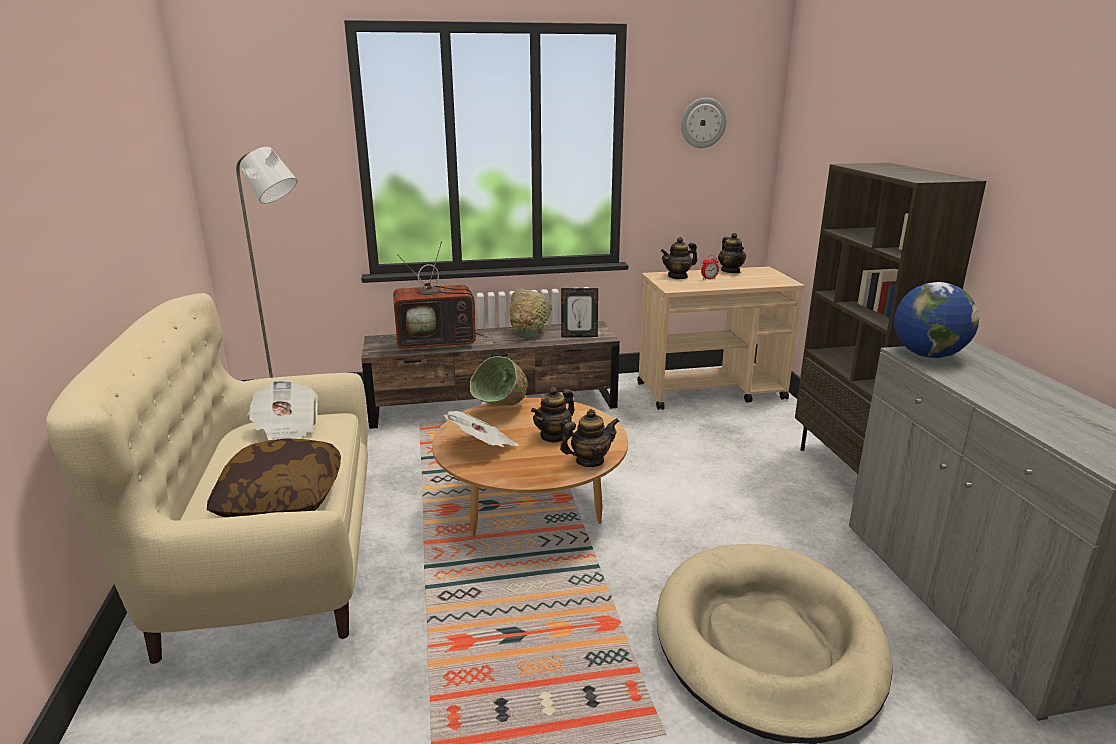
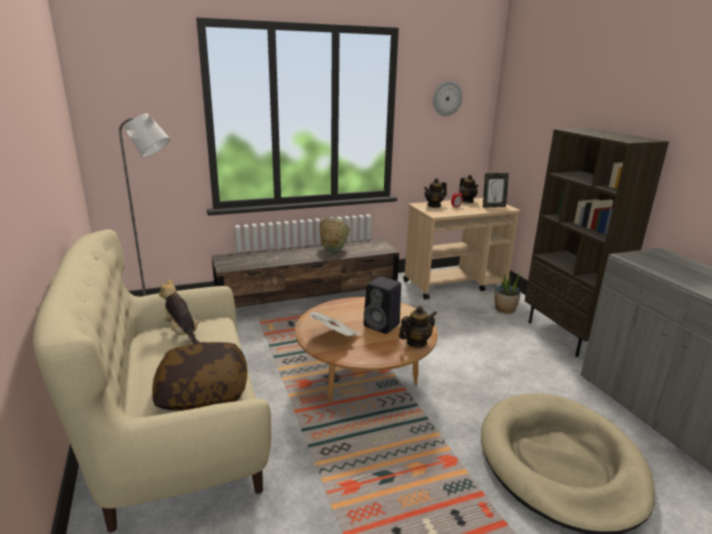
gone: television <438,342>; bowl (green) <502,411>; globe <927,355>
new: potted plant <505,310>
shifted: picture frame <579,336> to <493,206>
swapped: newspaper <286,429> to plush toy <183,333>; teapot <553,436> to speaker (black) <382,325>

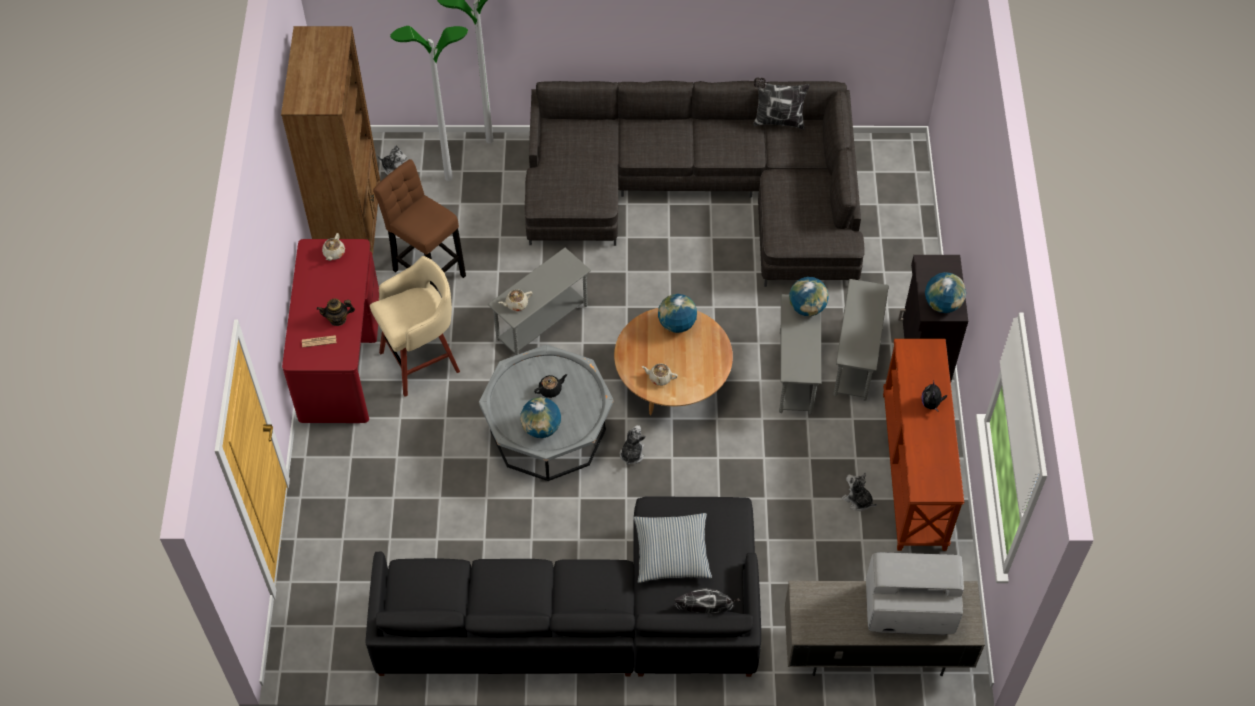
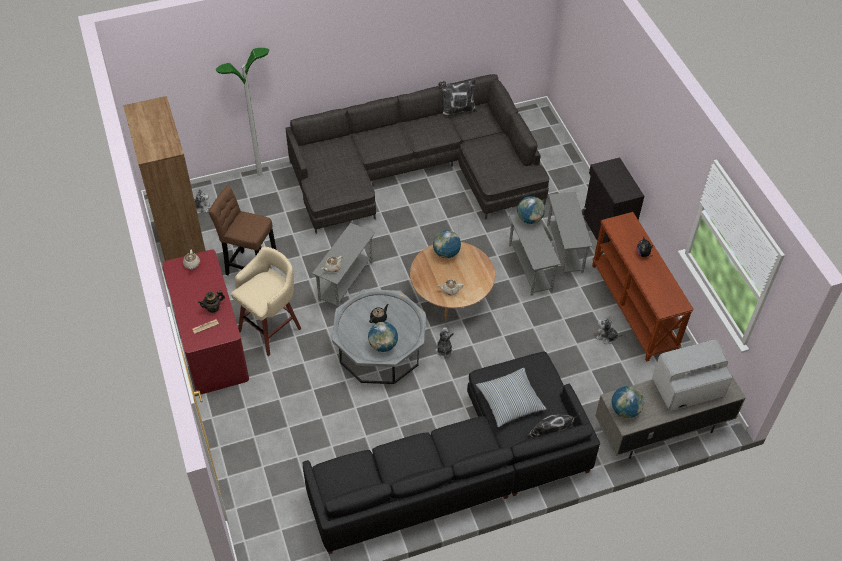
gone: floor lamp <448,178>
shifted: globe <942,304> to <625,410>

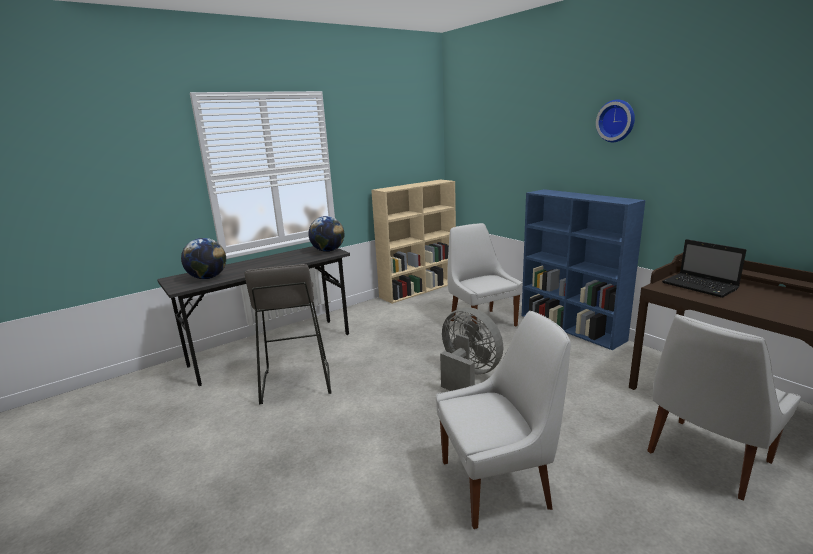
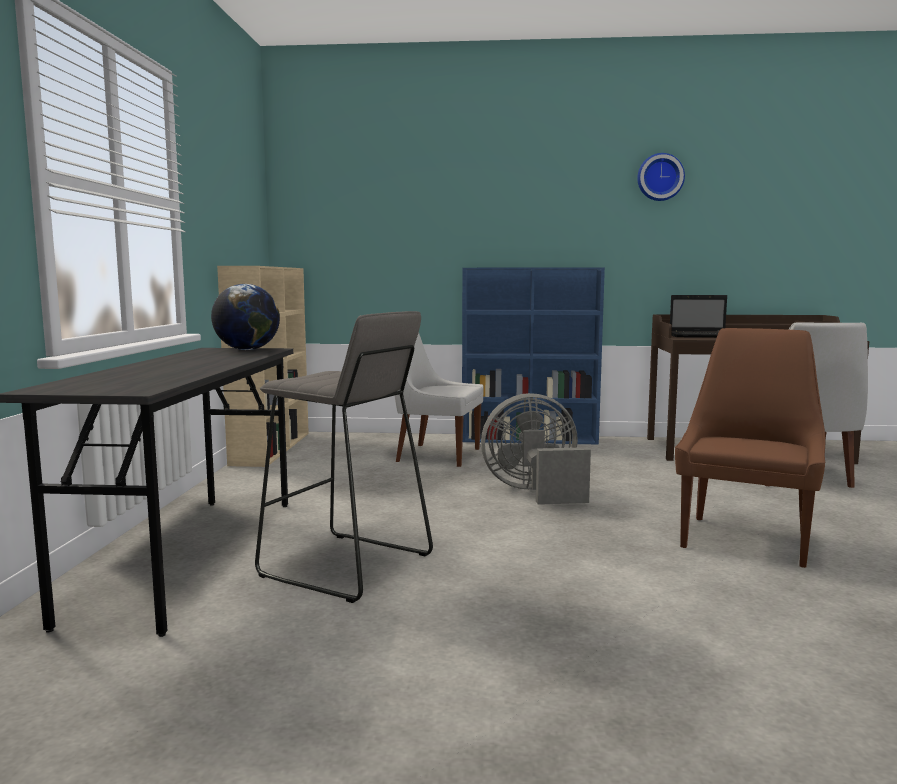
gone: globe <208,278>
shifted: wall clock <616,121> to <660,177>
repainted: chair (white) <498,483> to chair (brown) <746,539>

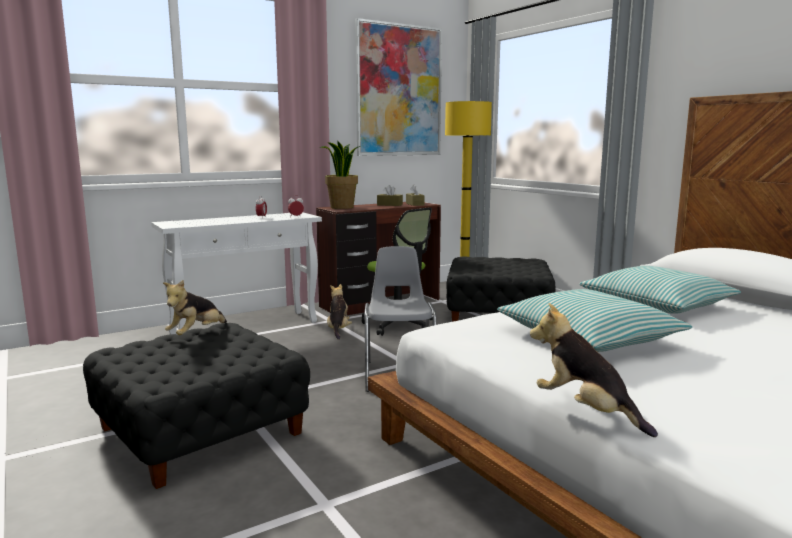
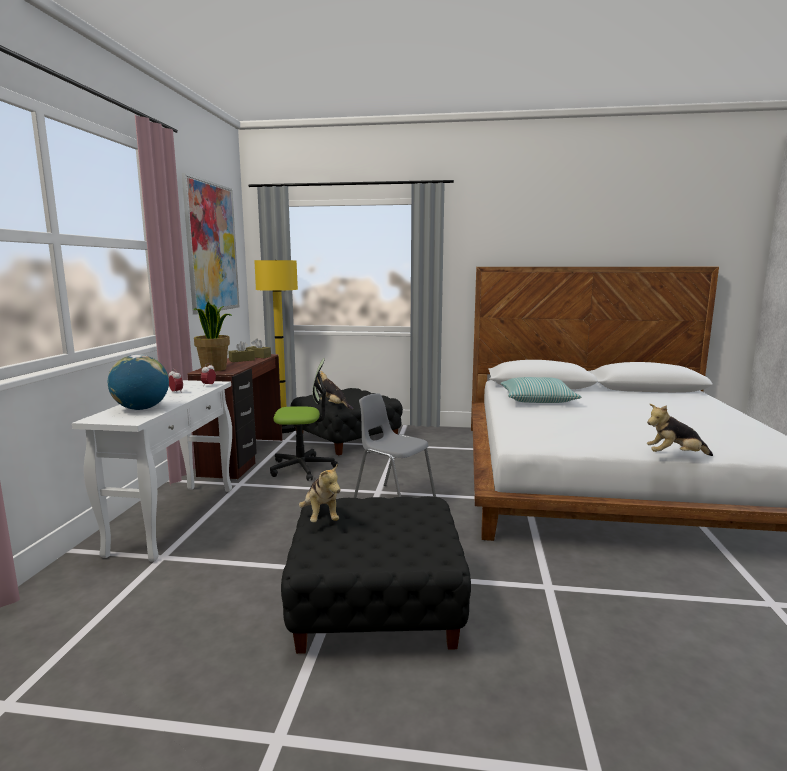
gone: pillow <588,338>
new: globe <141,409>
shifted: plush toy <338,330> to <333,406>

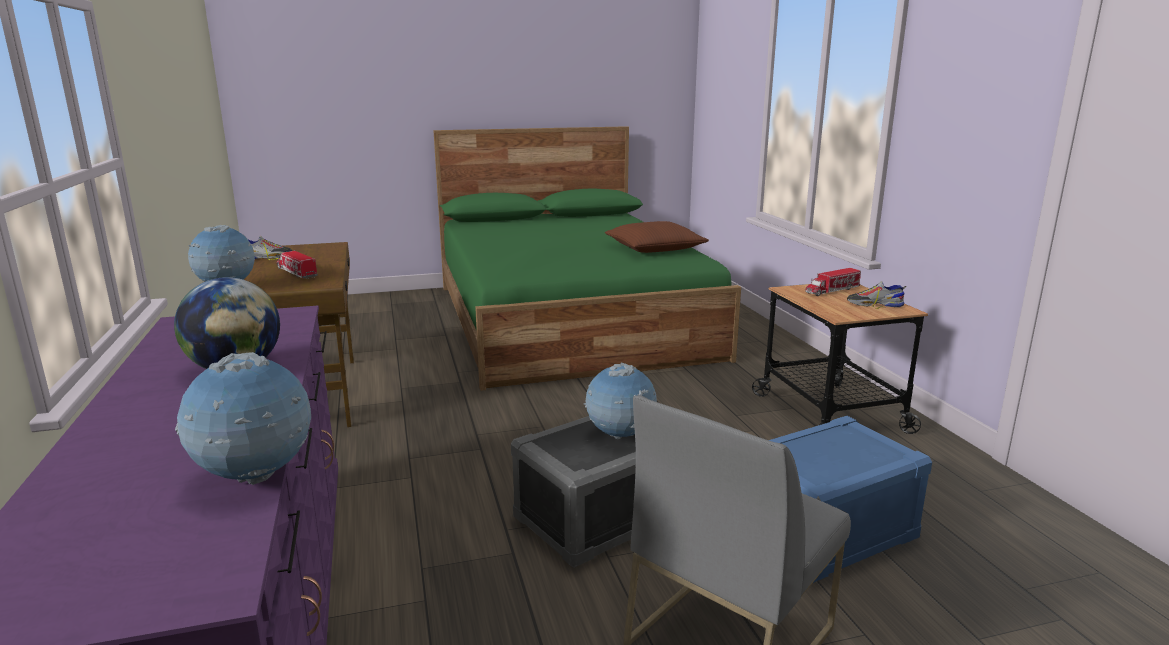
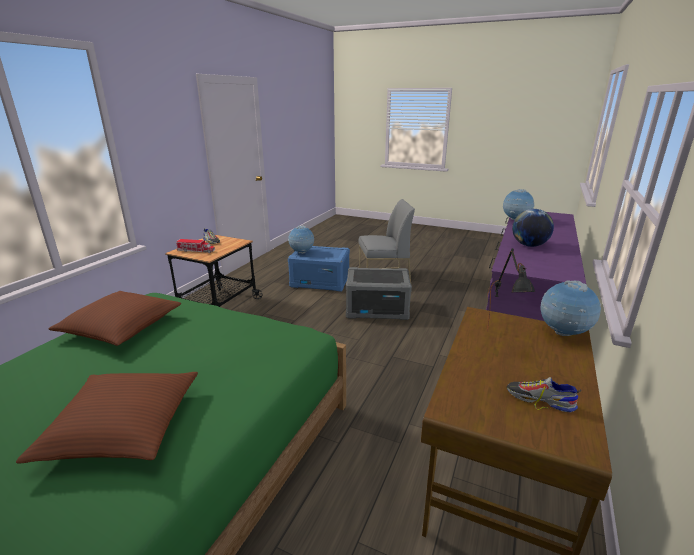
new: pillow (brown) <123,426>
shifted: globe <620,436> to <301,252>
swapped: toy truck <296,272> to table lamp (black) <502,342>

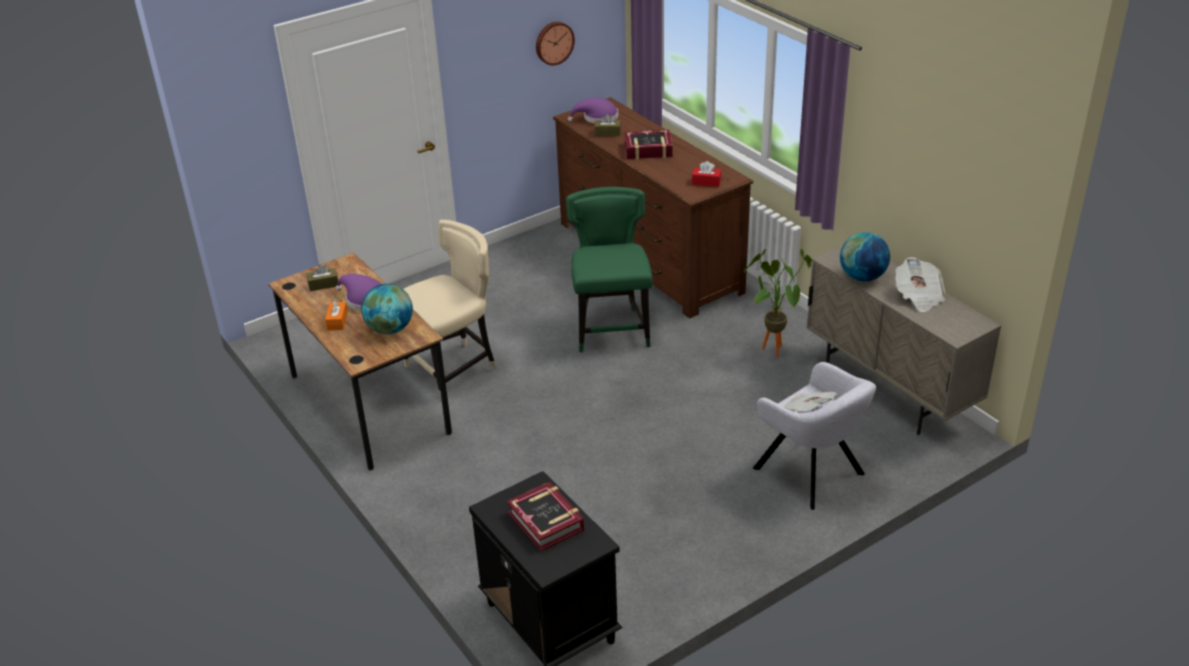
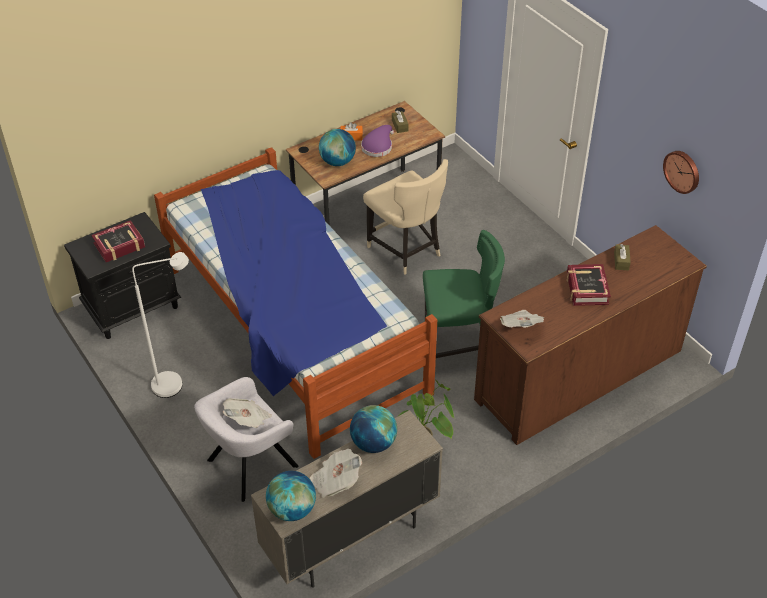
gone: hat (purple) <597,118>
new: floor lamp (white) <175,384>; bed <293,330>; globe <292,509>
swapped: tissue box (red) <706,182> to newspaper <520,327>

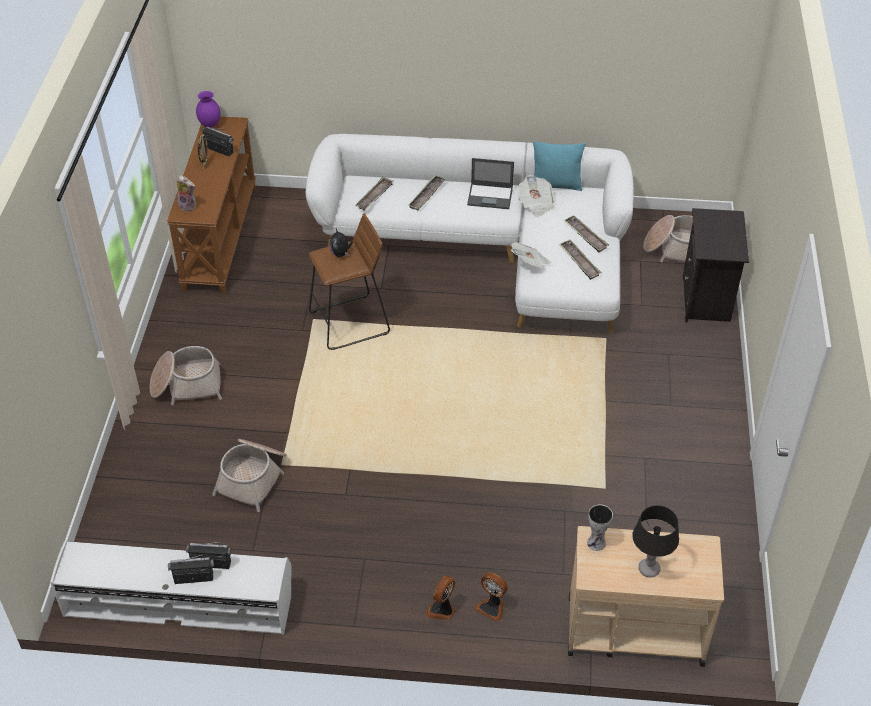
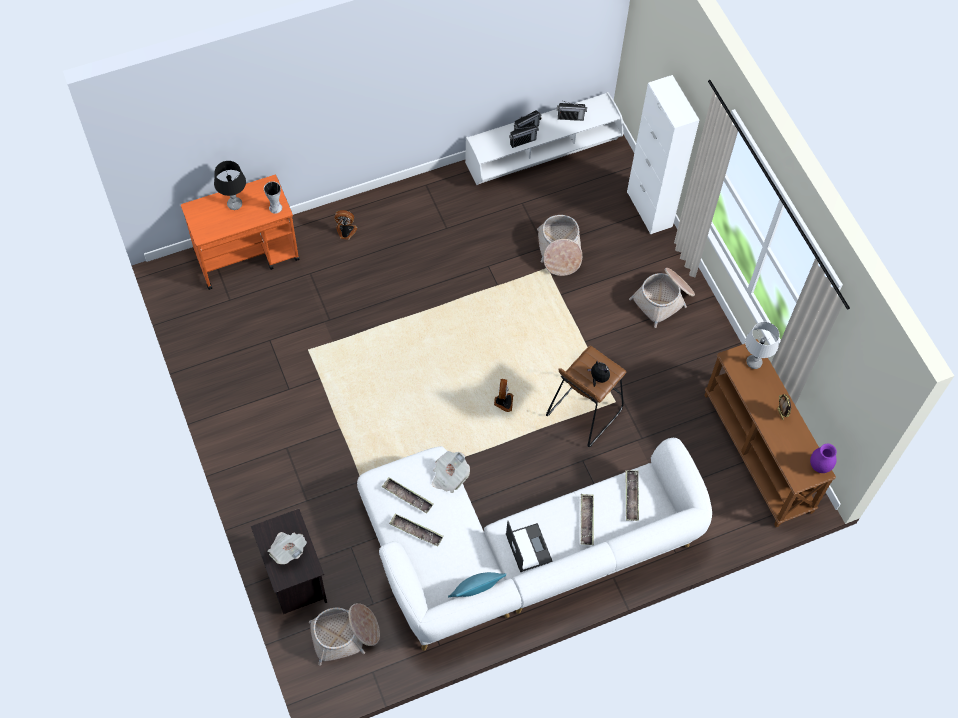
new: cabinet (white) <649,209>
shifted: radio <219,150> to <570,117>; fan <442,610> to <503,402>; newspaper <535,204> to <287,550>
swapped: plush toy <188,205> to table lamp (grey) <754,362>
repainted: cart (beige) <634,630> to cart (orange) <247,255>
rotated: laptop <490,196> = <528,547> 90 degrees clockwise

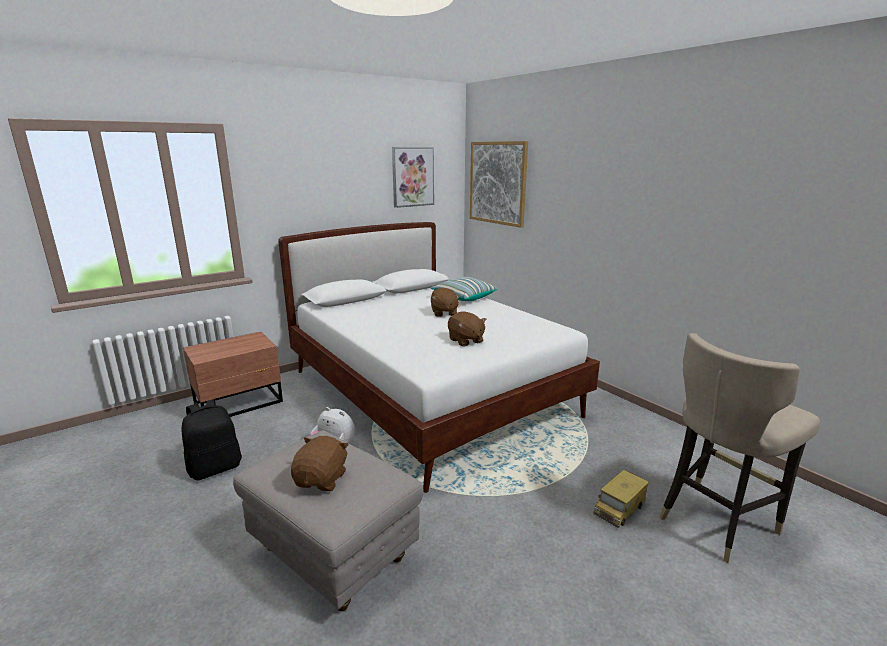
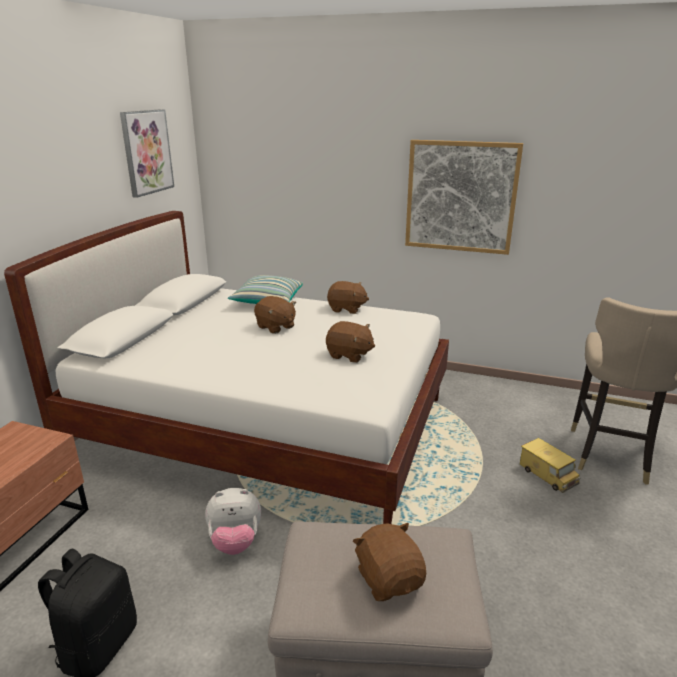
new: plush toy (brown) <346,309>
shifted: picture <497,183> to <460,197>
rotated: toy truck <619,509> = <548,475> 45 degrees counterclockwise

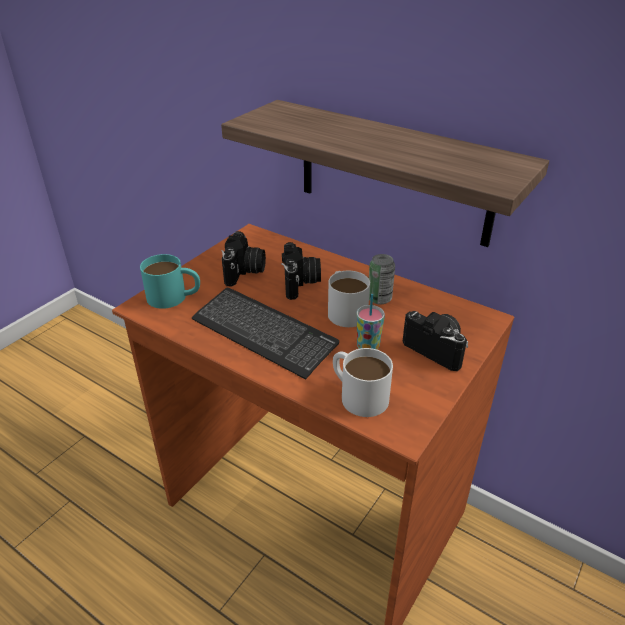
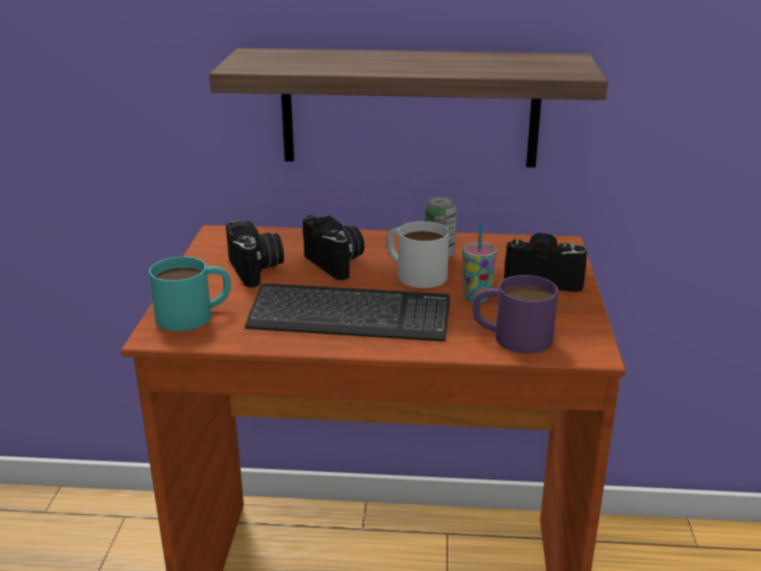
repainted: mug (white) <357,394> to mug (purple) <511,336>

